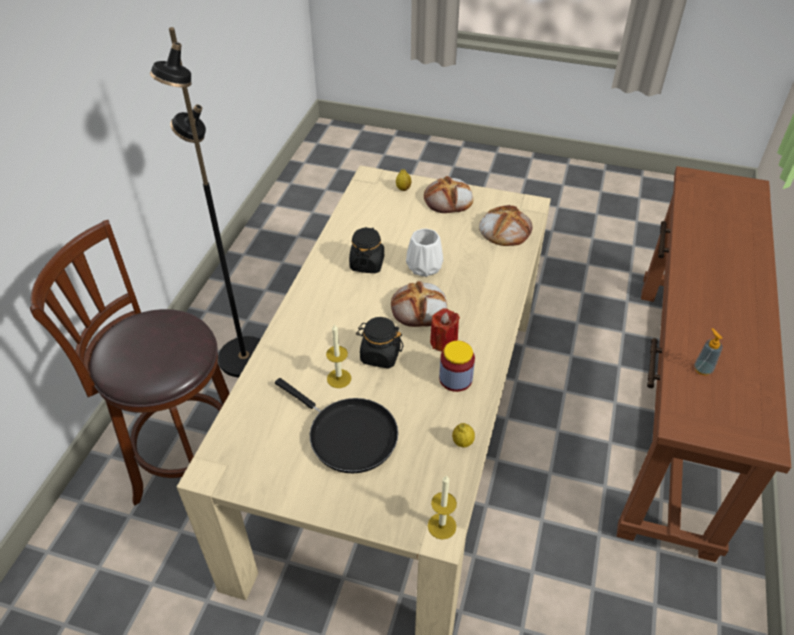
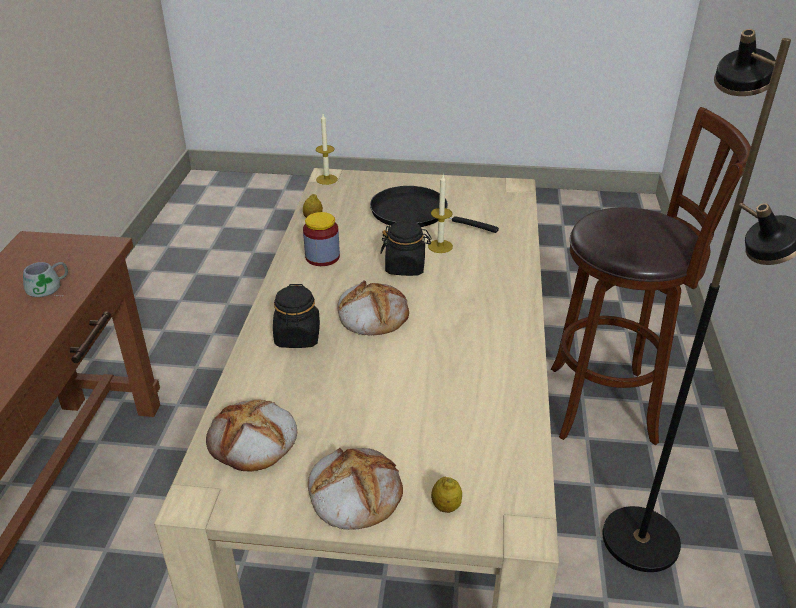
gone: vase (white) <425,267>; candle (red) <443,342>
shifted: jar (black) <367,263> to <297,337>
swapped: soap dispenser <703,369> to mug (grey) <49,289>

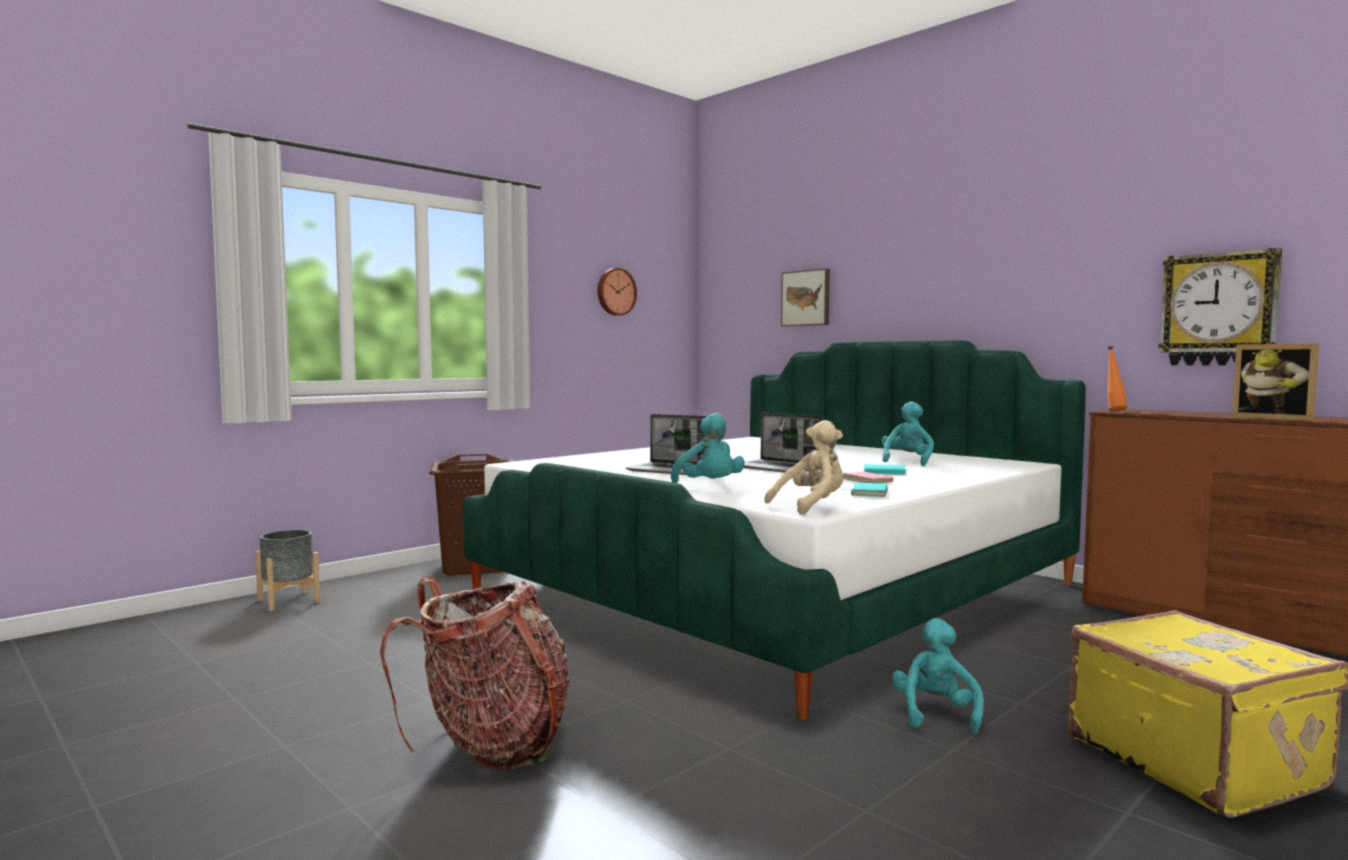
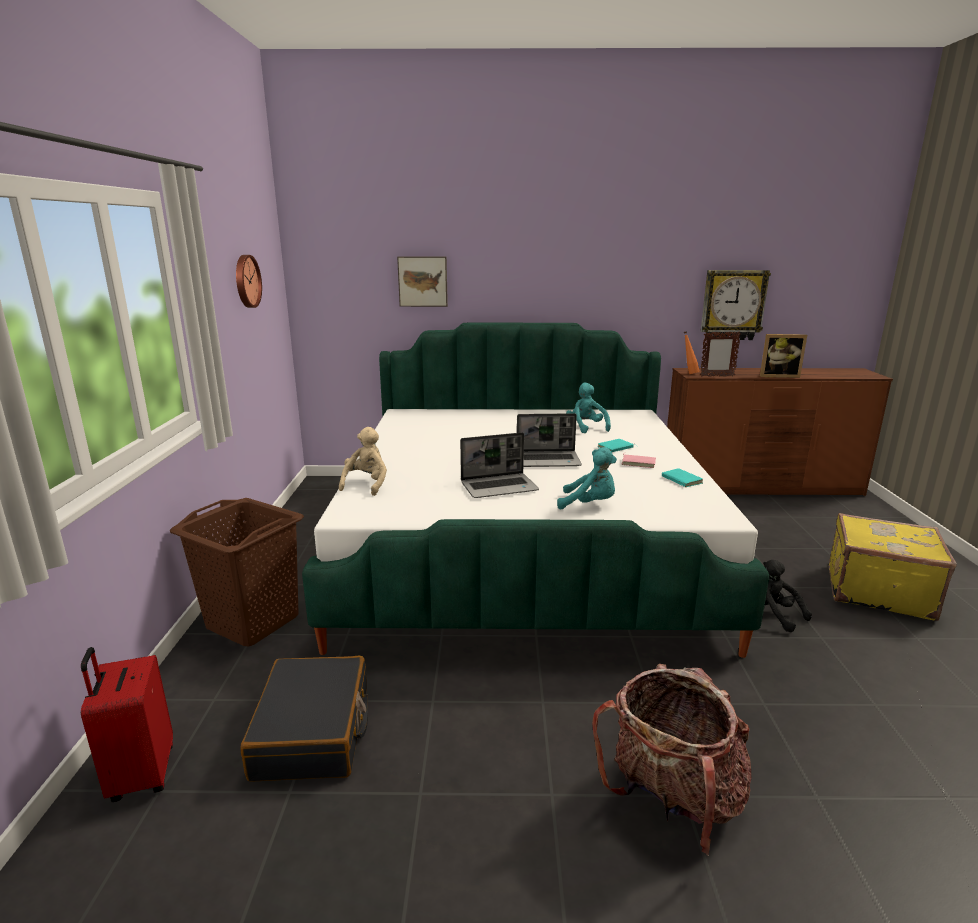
new: suitcase (black) <313,732>; picture frame <716,376>
shifted: plush toy (beige) <811,506> to <366,484>
swapped: planter (grey) <288,601> to suitcase (red) <141,775>
repainted: plush toy (turquoise) <935,714> to plush toy (black) <774,615>

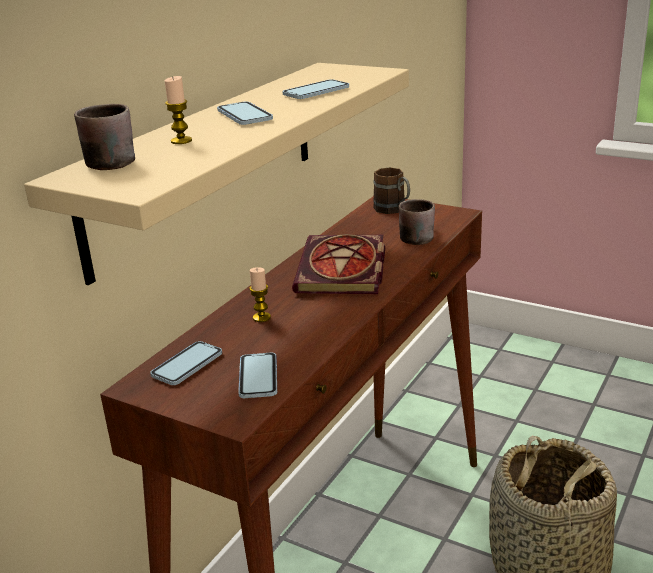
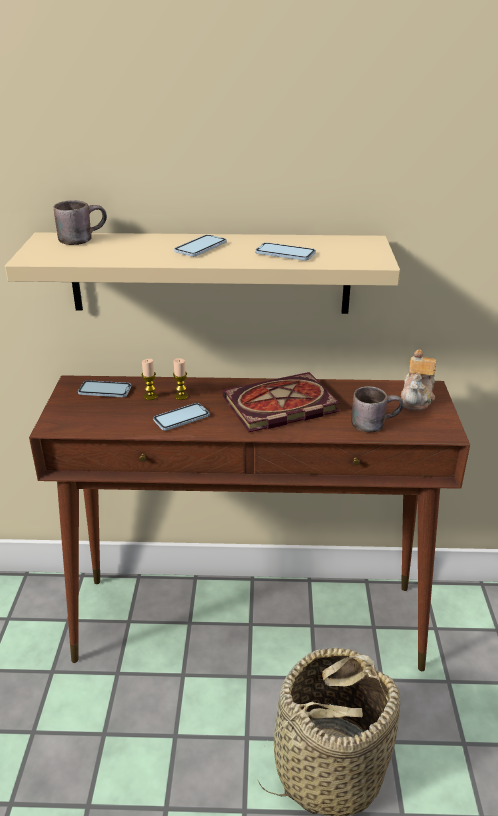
shifted: candle <181,141> to <150,396>; phone <258,377> to <181,418>
swapped: mug (brown) <394,210> to teapot <417,398>

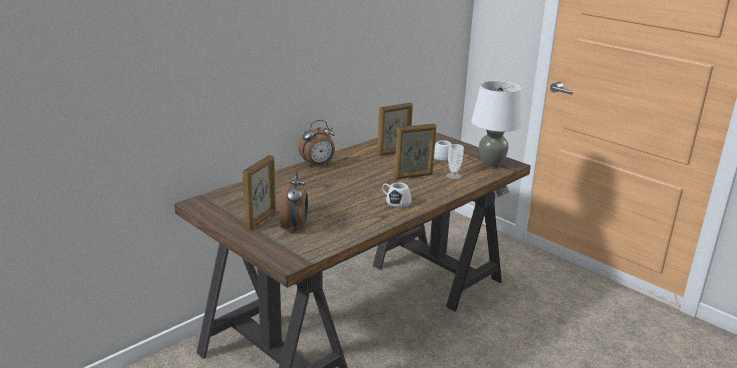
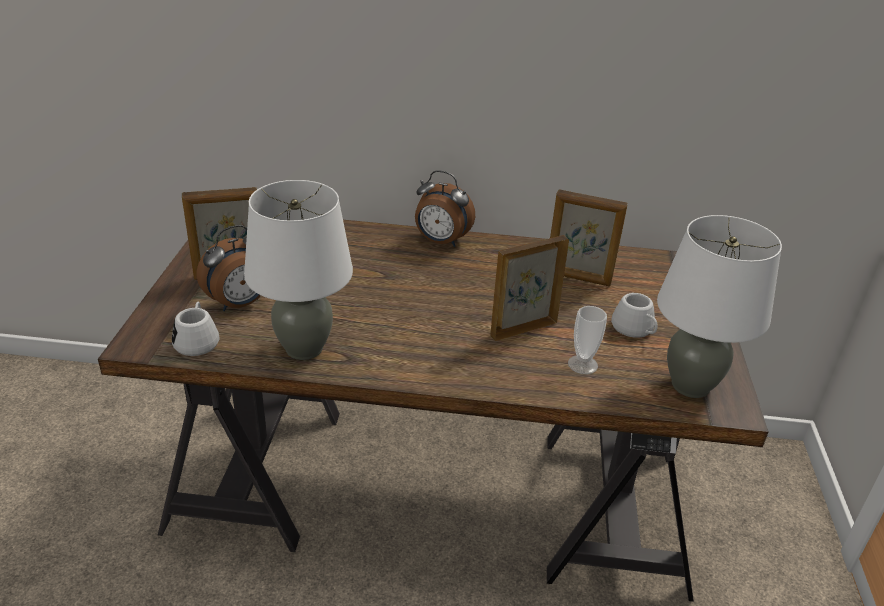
new: table lamp (white) <304,349>
shifted: mug (white) <395,202> to <197,340>
rotated: picture frame <414,176> = <522,329> 120 degrees clockwise

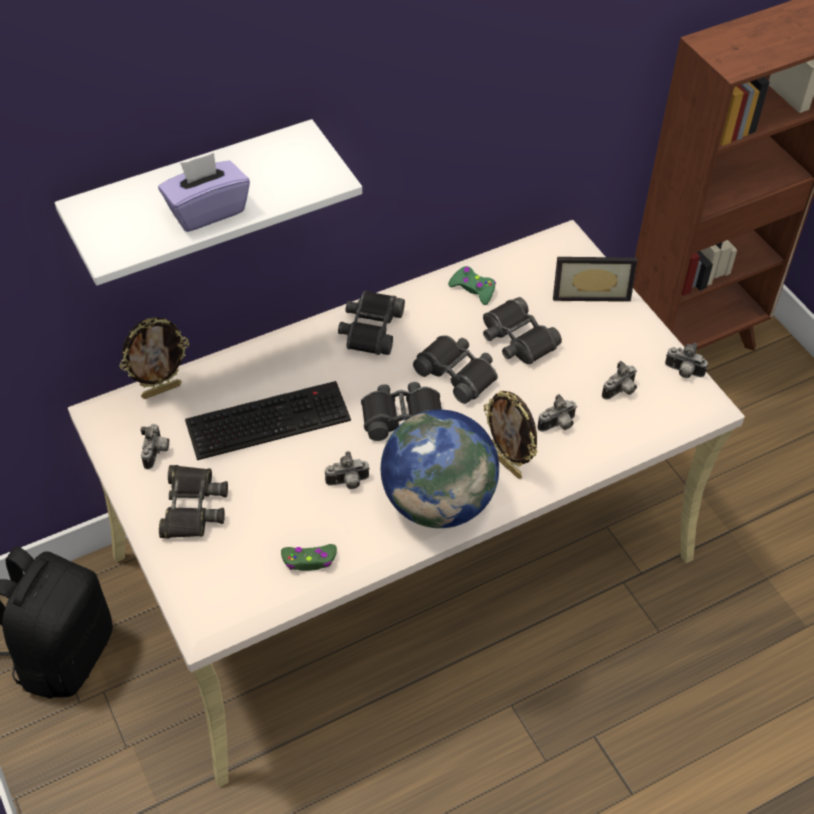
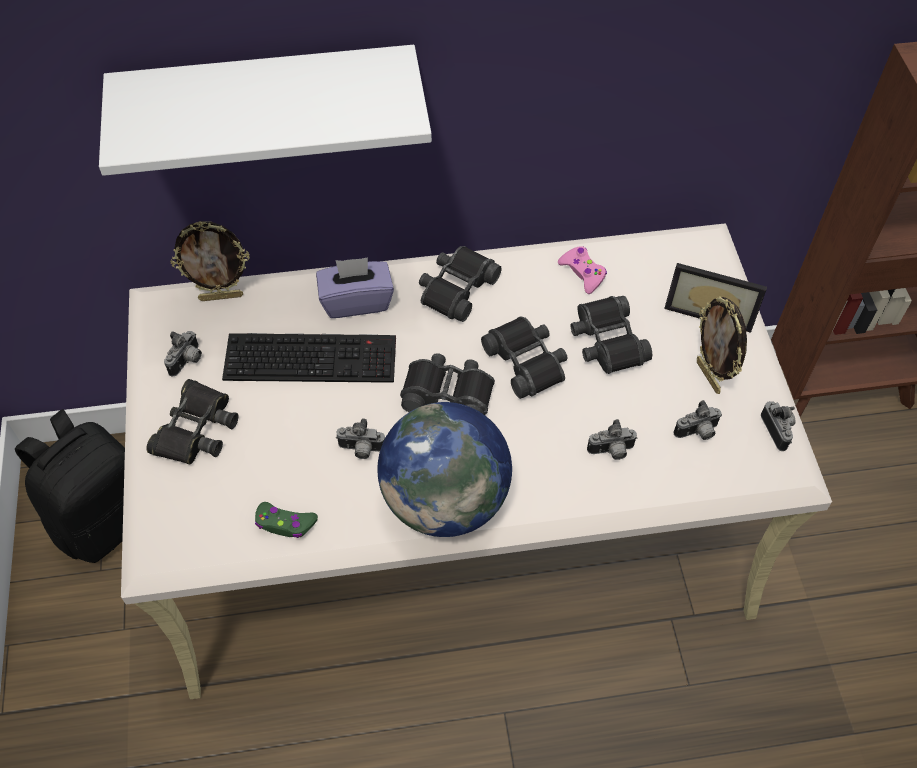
shifted: tissue box (purple) <207,210> to <356,301>; picture frame <507,465> to <709,377>
repainted: game controller (green) <473,289> to game controller (pink) <582,273>
rotated: photo camera <683,372> = <778,430> 150 degrees counterclockwise

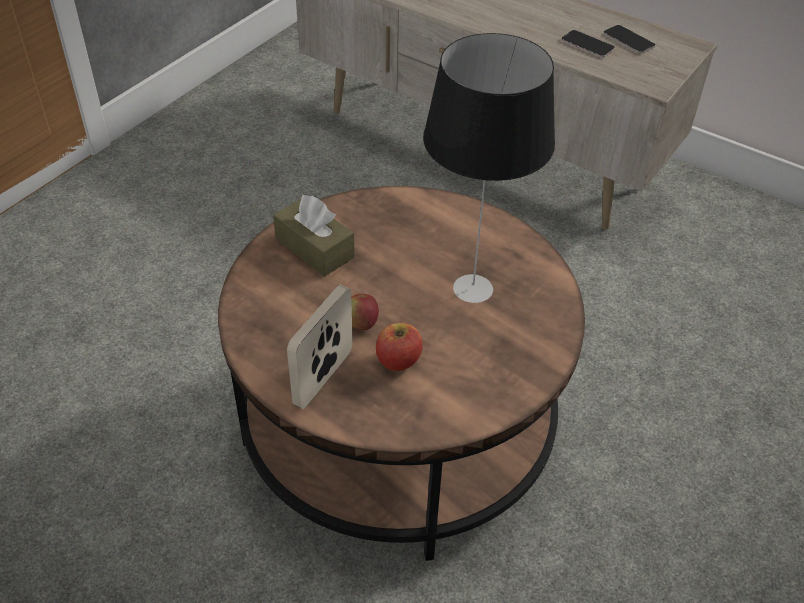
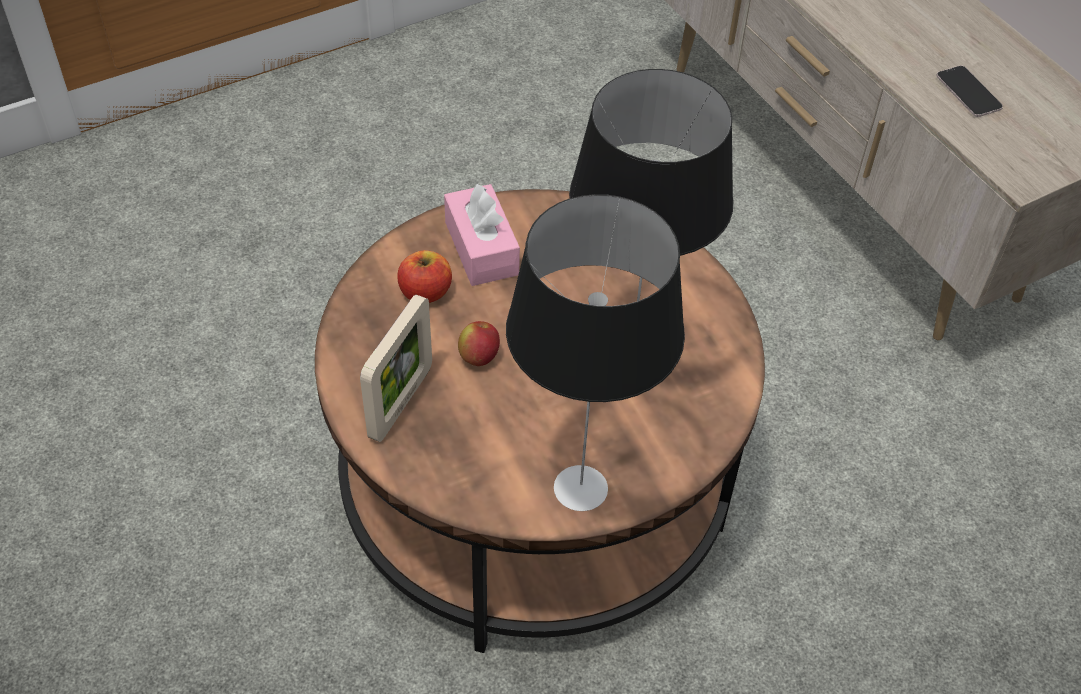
gone: phone <628,40>
new: table lamp <580,486>
shifted: apple <398,360> to <425,292>
repainted: tissue box (brown) <314,248> to tissue box (pink) <481,248>
rotated: picture frame <323,378> = <401,402> 150 degrees clockwise

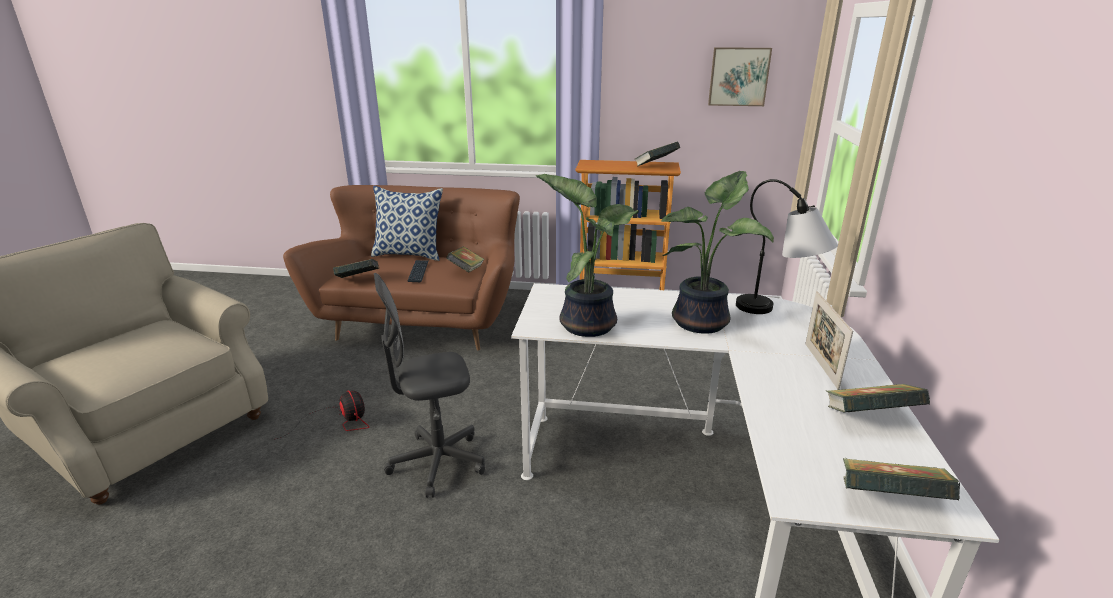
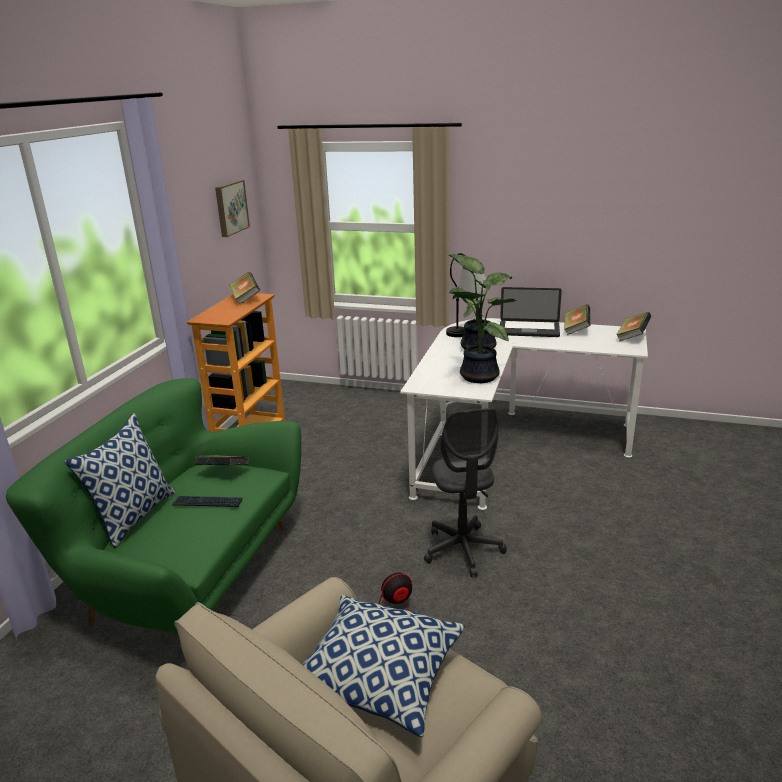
gone: book <358,280>
new: pillow <377,677>
swapped: picture frame <821,365> to laptop <529,330>
repainted: sofa (brown) <424,321> to sofa (green) <188,572>

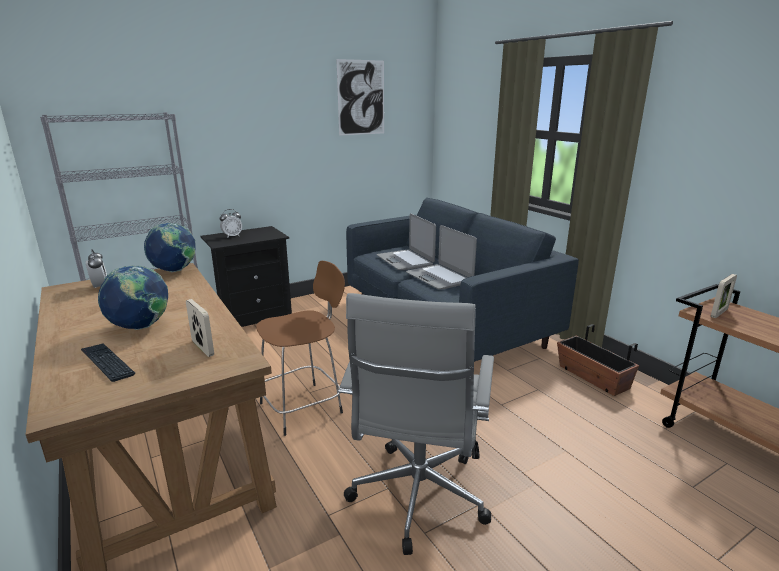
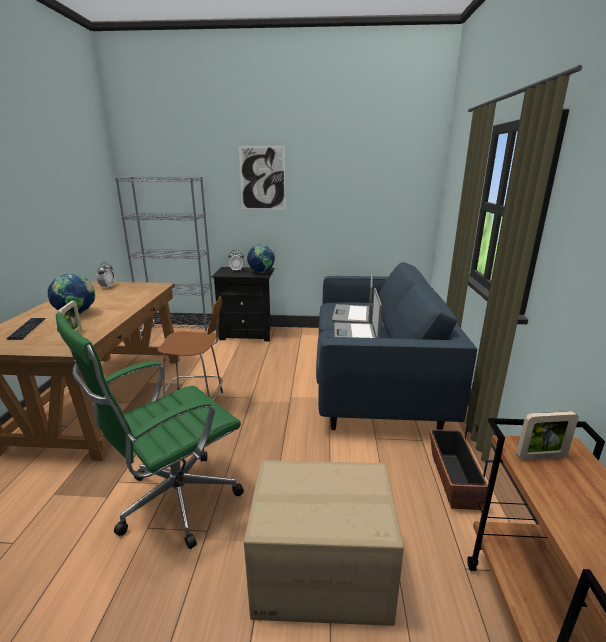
new: cardboard box <321,573>
shifted: globe <175,271> to <261,272>; picture <361,98> to <262,178>
repainted: office chair (grey) <417,500> to office chair (green) <173,503>

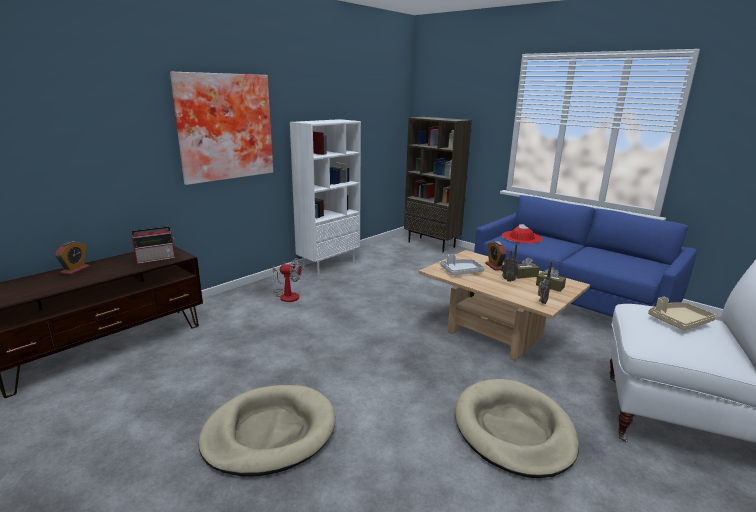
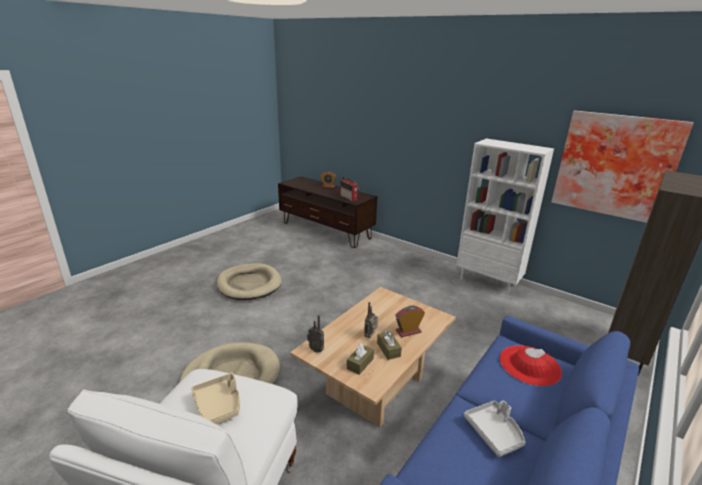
gone: fan <287,295>
shifted: picture <224,127> to <615,165>; tray (grey) <461,271> to <494,432>

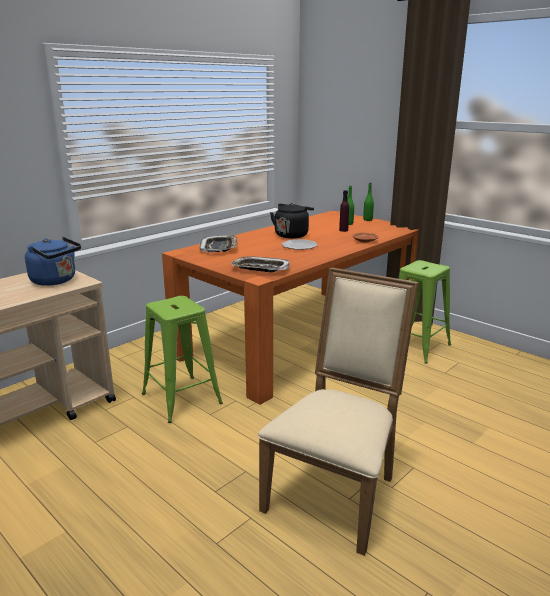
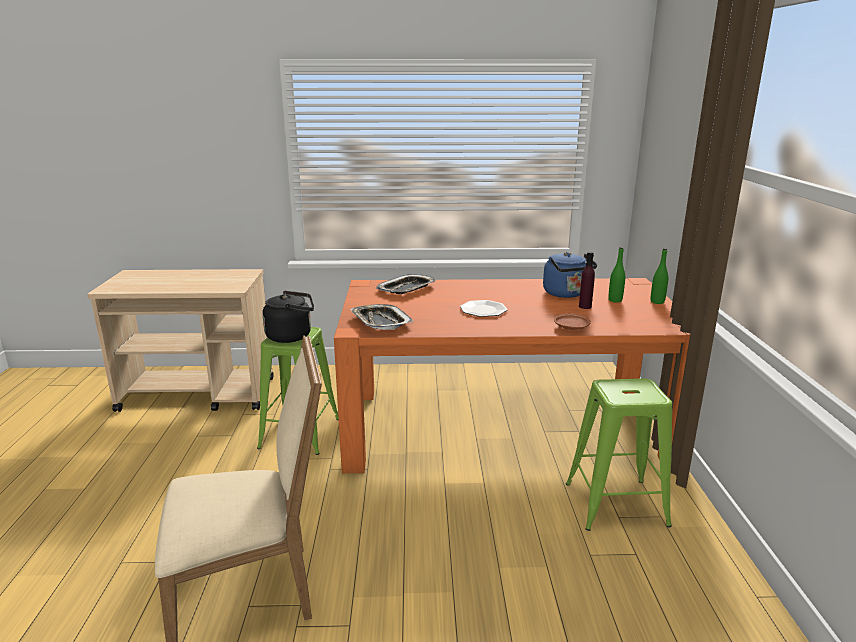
shifted: kettle (blue) <56,281> to <566,294>; kettle (black) <292,235> to <292,336>

